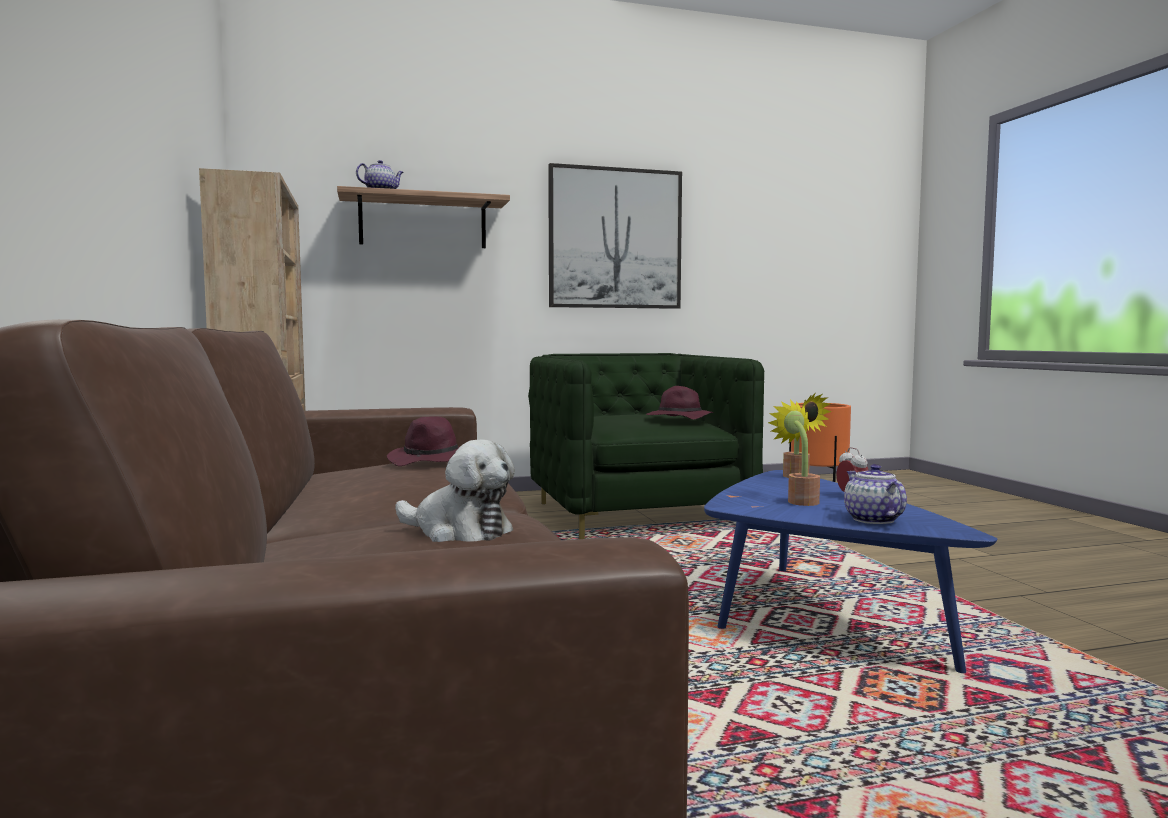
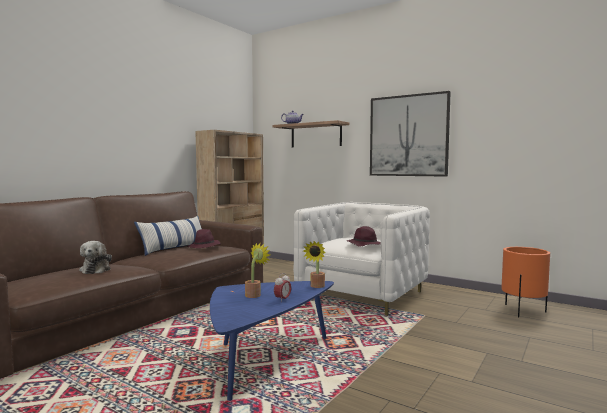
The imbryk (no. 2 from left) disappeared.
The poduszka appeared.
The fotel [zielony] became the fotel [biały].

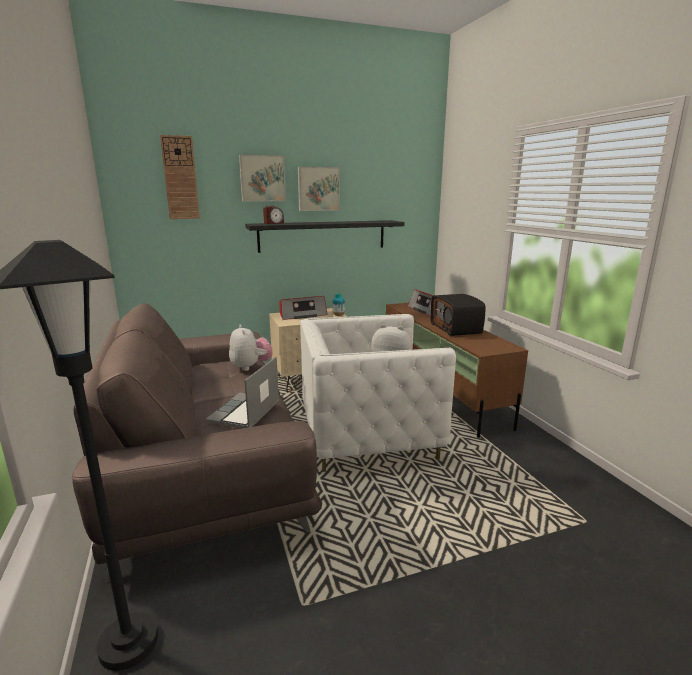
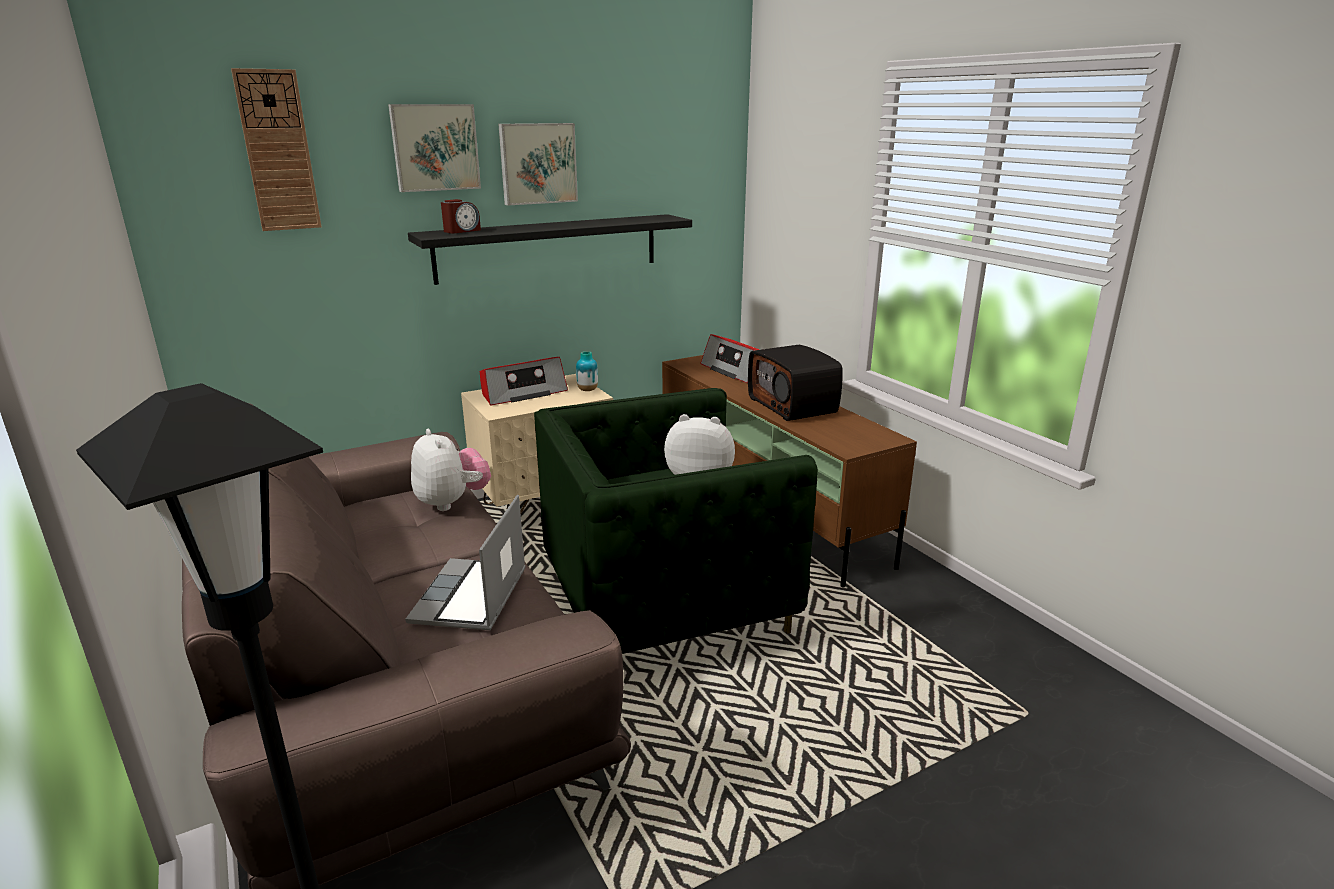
The fotel [biały] became the fotel [zielony].

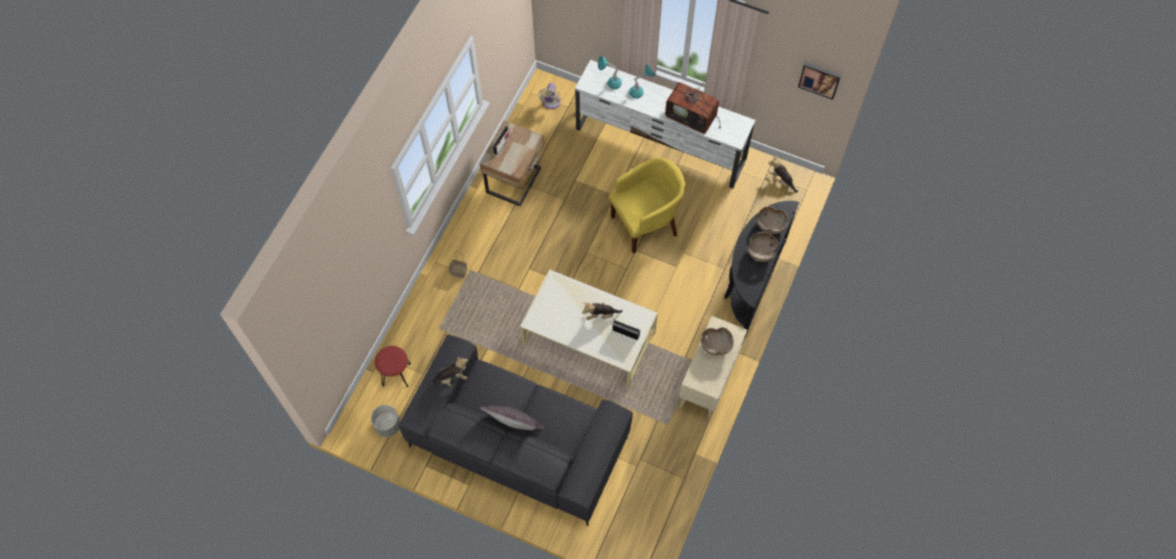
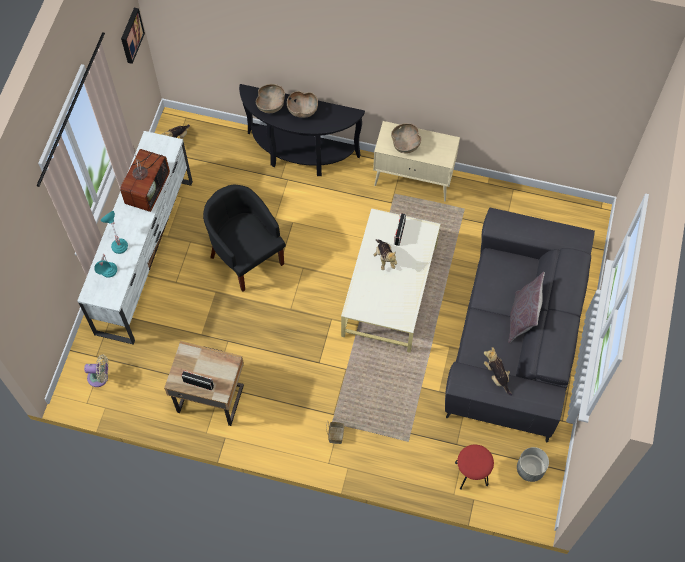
The fotel [żółty] became the fotel [czarny].

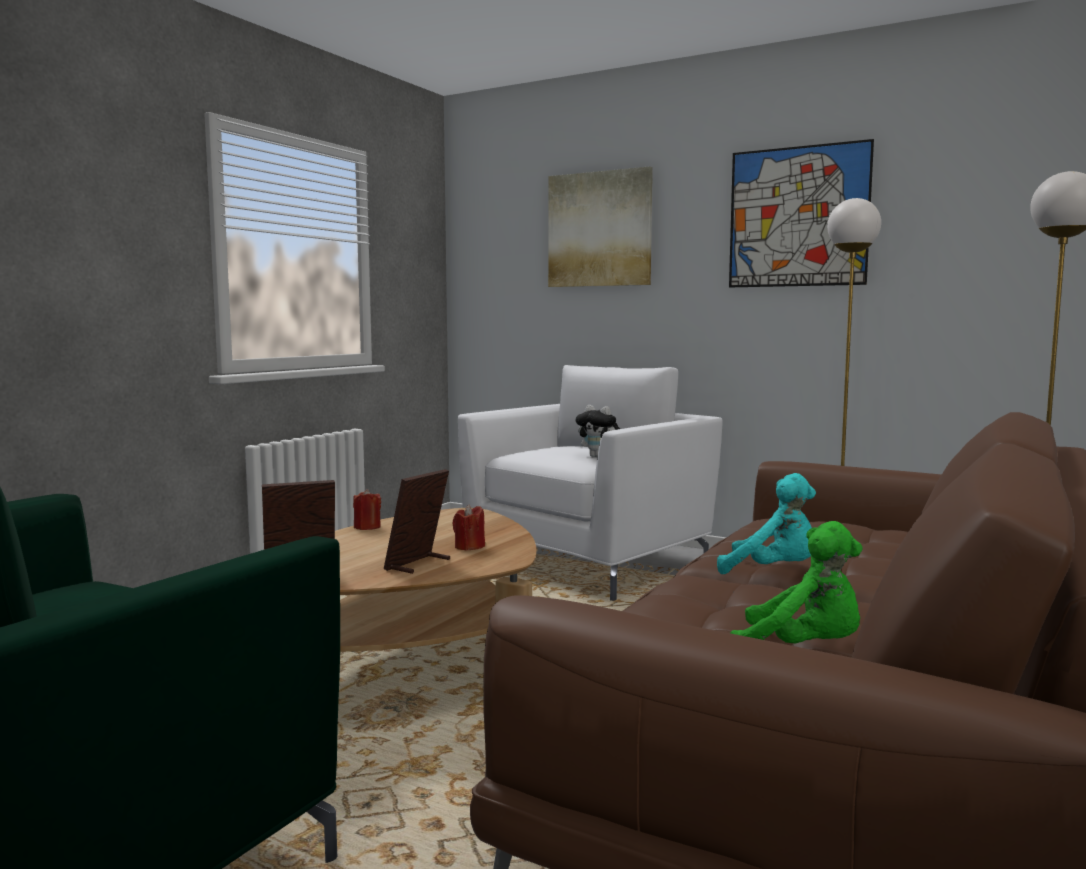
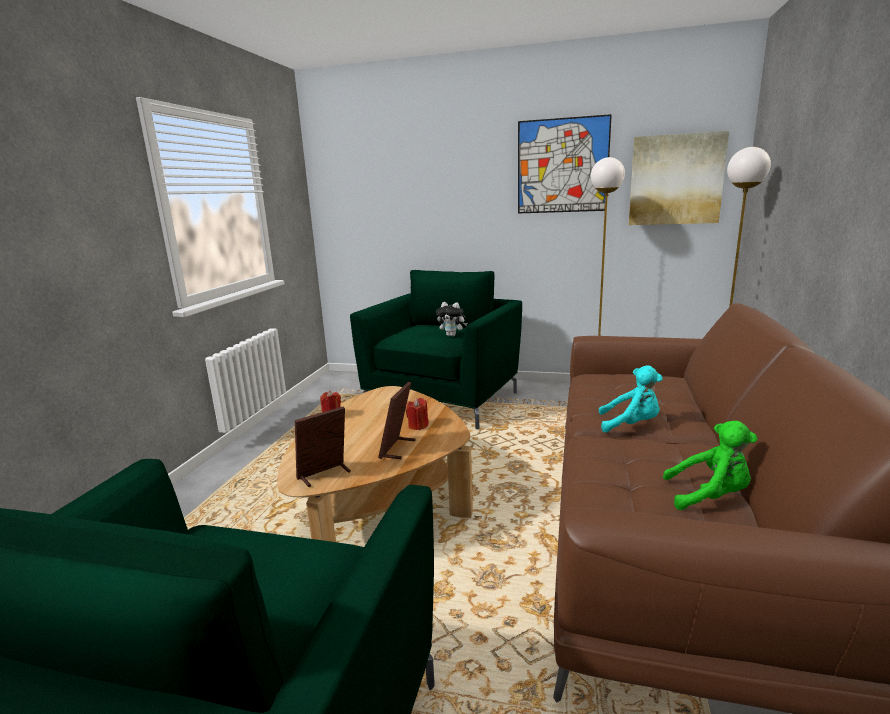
The obraz (no. 1 from left in the first image) moved.
The fotel [biały] became the fotel [zielony] (no. 2 from left).

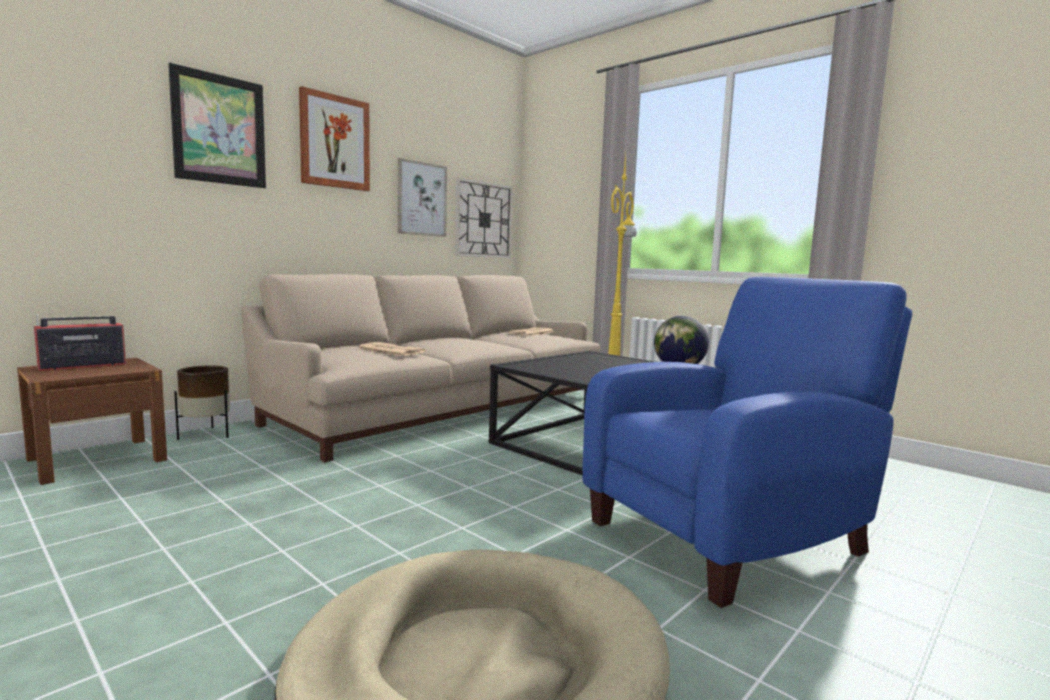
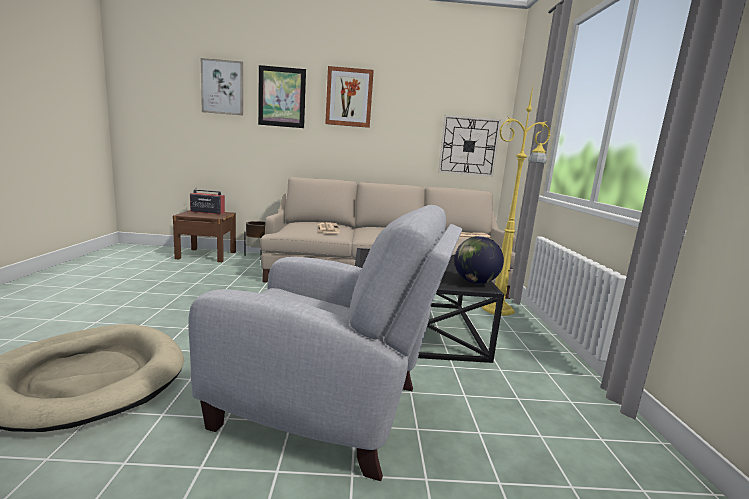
The obraz (no. 3 from left in the first image) moved.
The fotel [niebieski] became the fotel [szary].

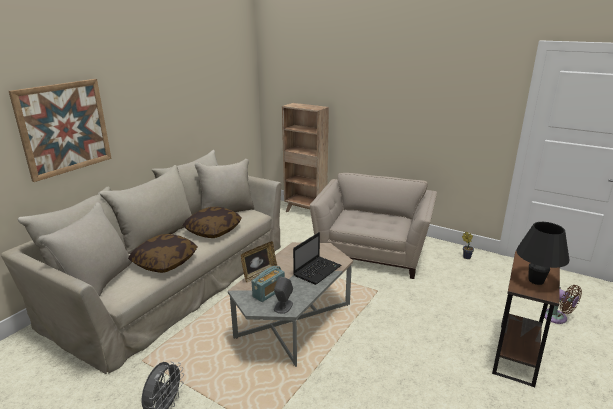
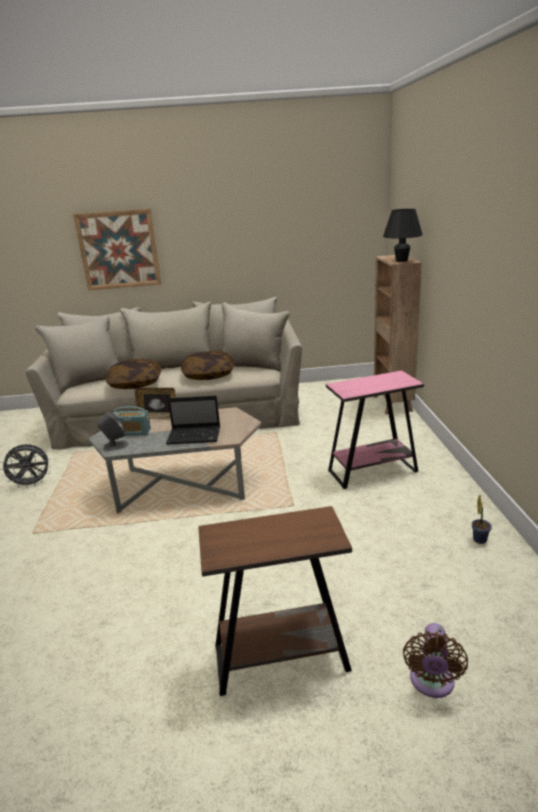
The lampa stołowa [czarny] moved.
The fotel [beżowy] was replaced by the stolik [różowy].

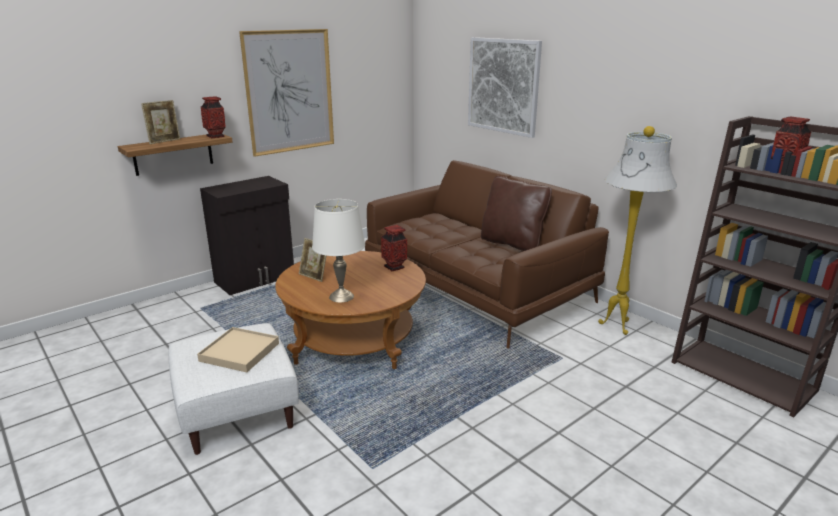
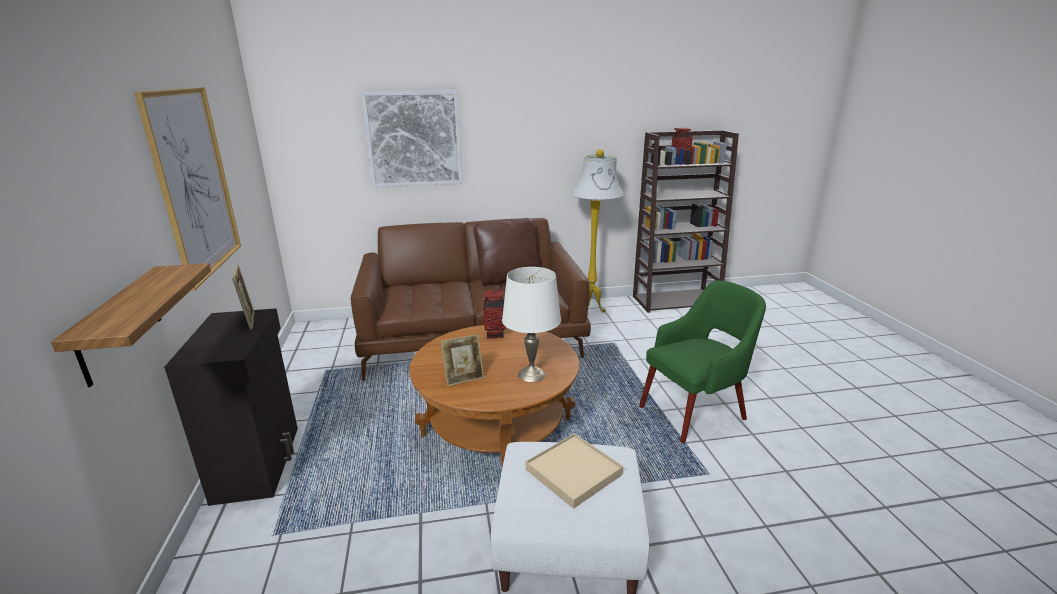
The wazon (no. 1 from left) disappeared.
The fotel [zielony] appeared.
The ramka na zdjęcie (no. 1 from left) moved.

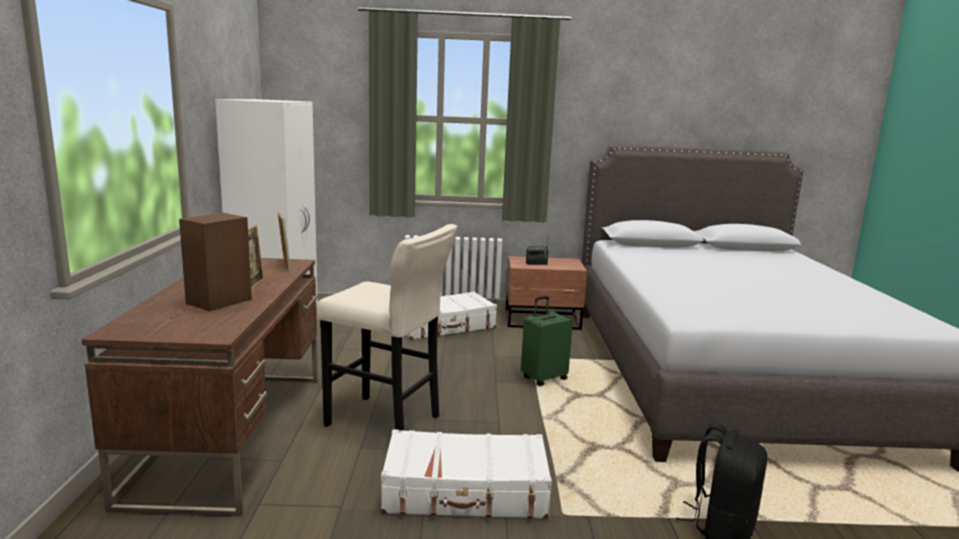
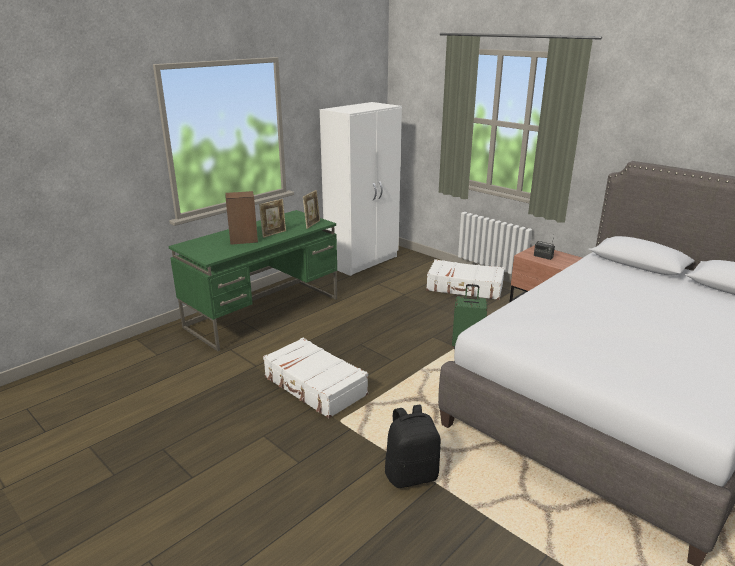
The stołek [beżowy] disappeared.
The biurko [brązowy] became the biurko [zielony].

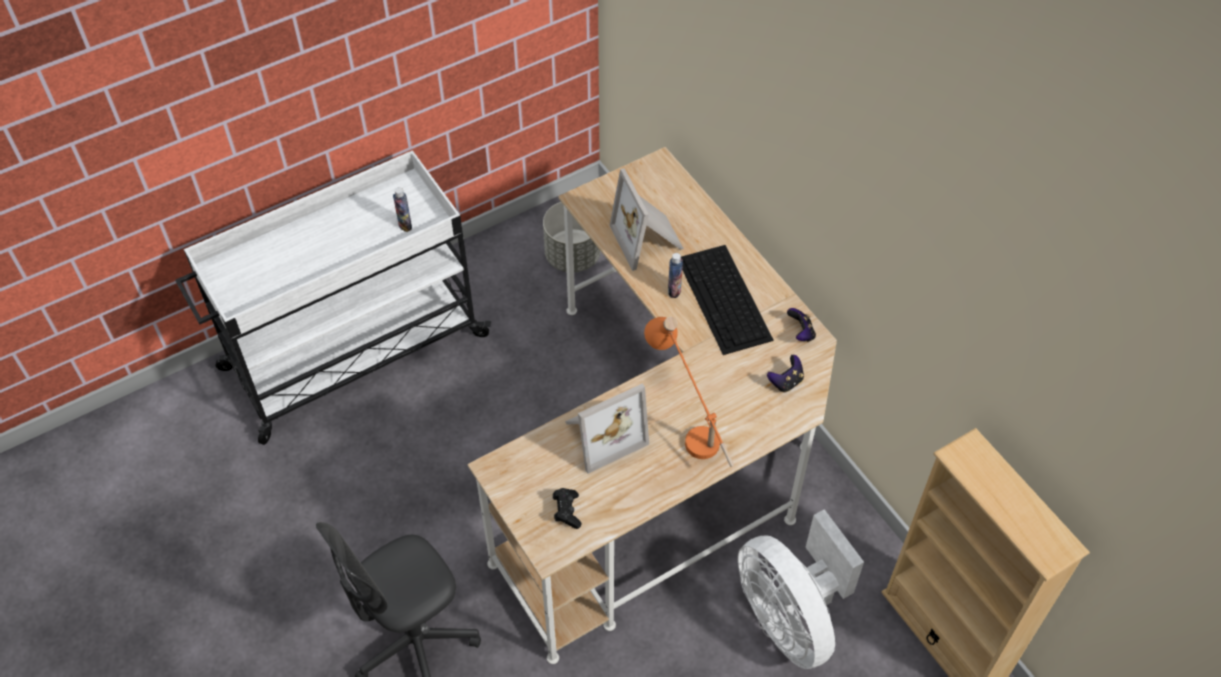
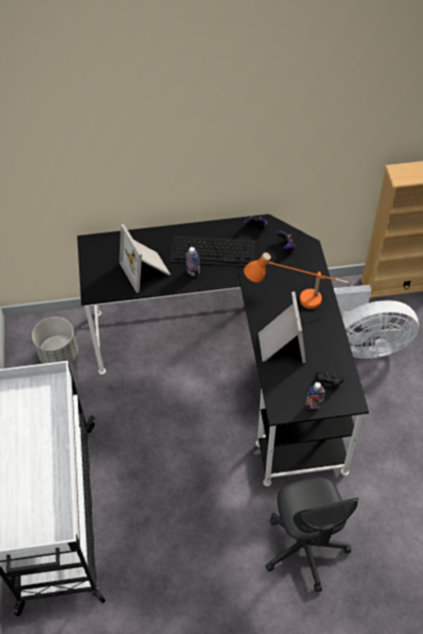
The butelka (no. 1 from left in the first image) moved.
The biurko [beżowy] became the biurko [czarny].
The ramka na zdjęcie (no. 2 from left in the first image) turned 60 degrees clockwise.

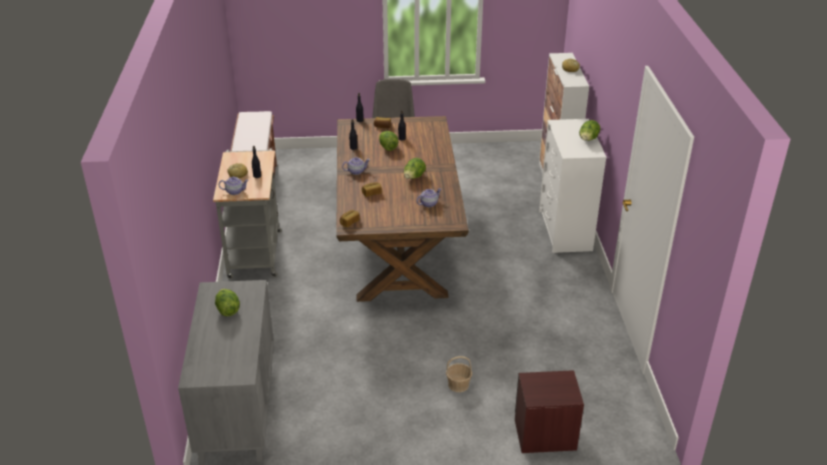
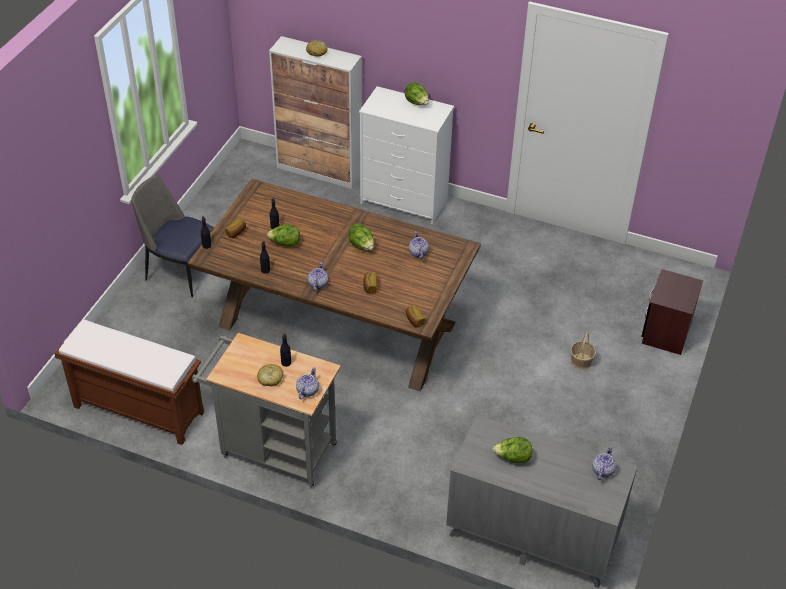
The imbryk (no. 4 from left) appeared.

